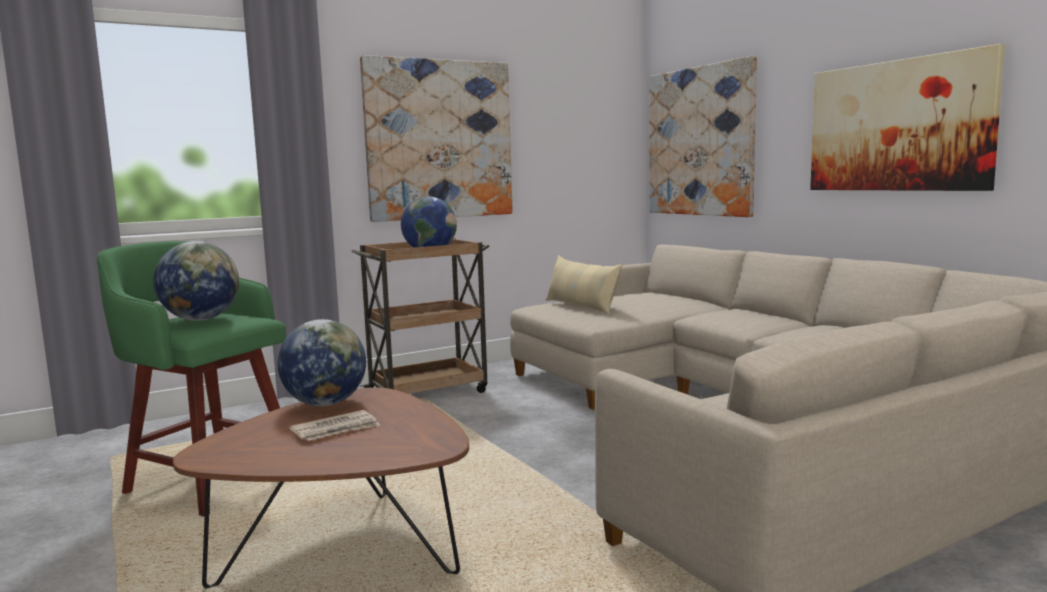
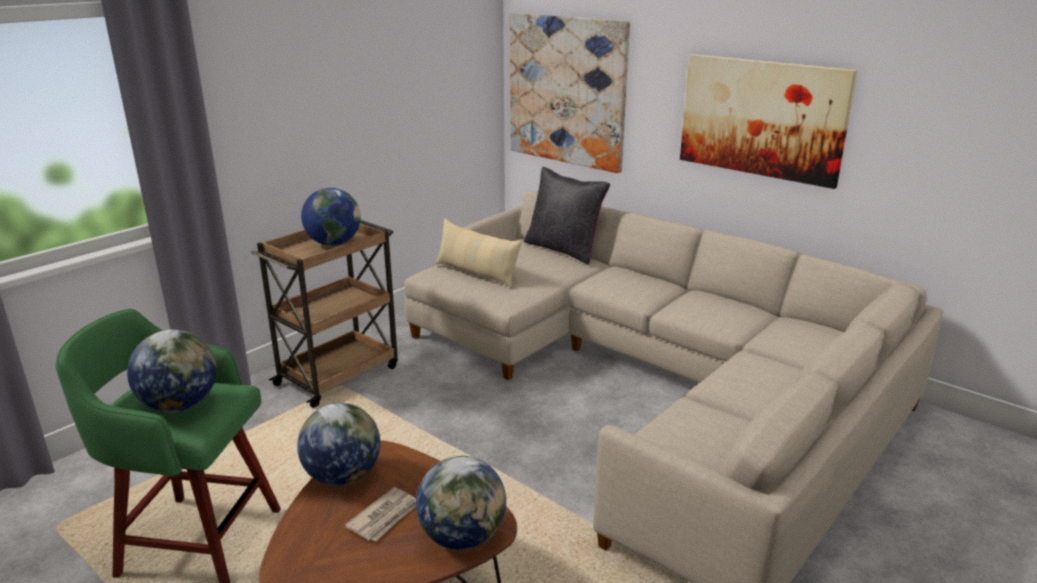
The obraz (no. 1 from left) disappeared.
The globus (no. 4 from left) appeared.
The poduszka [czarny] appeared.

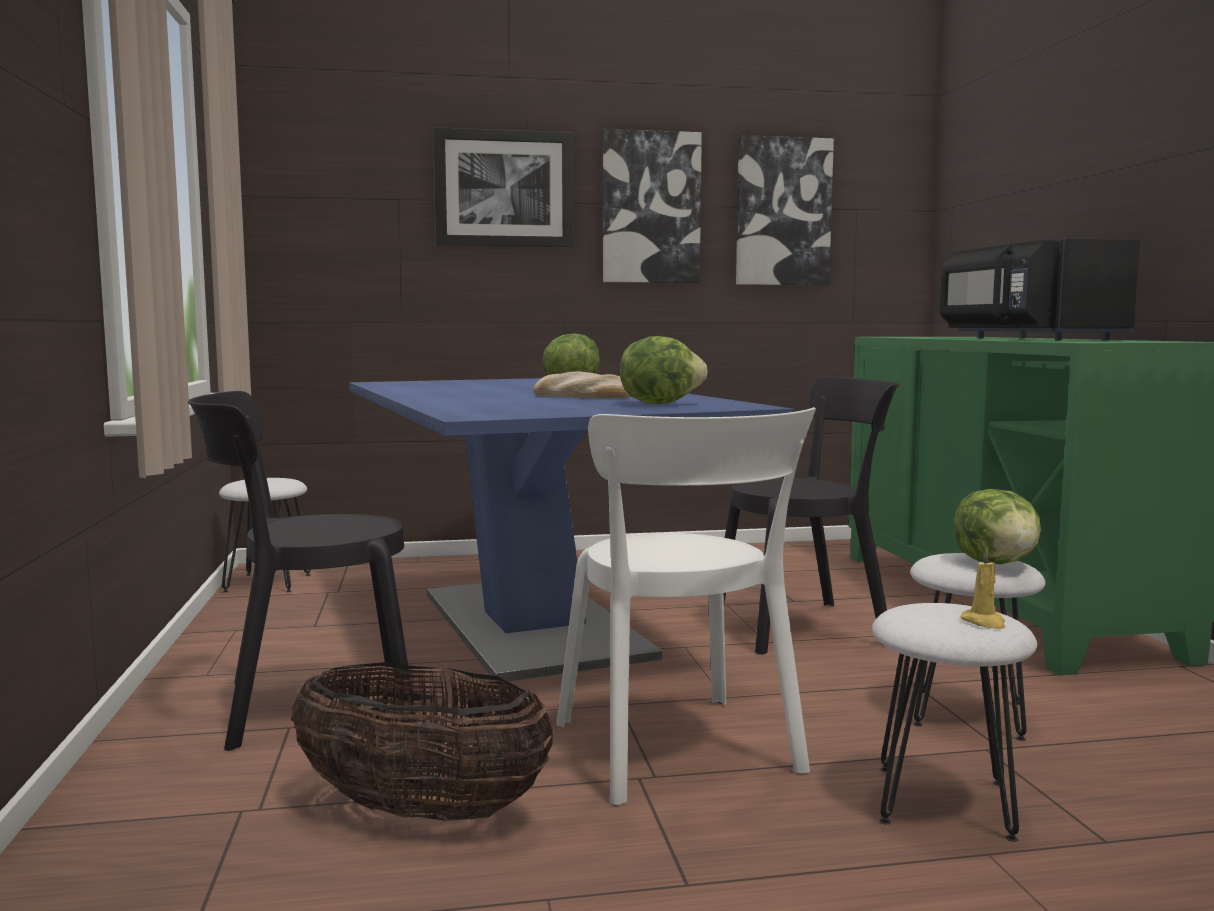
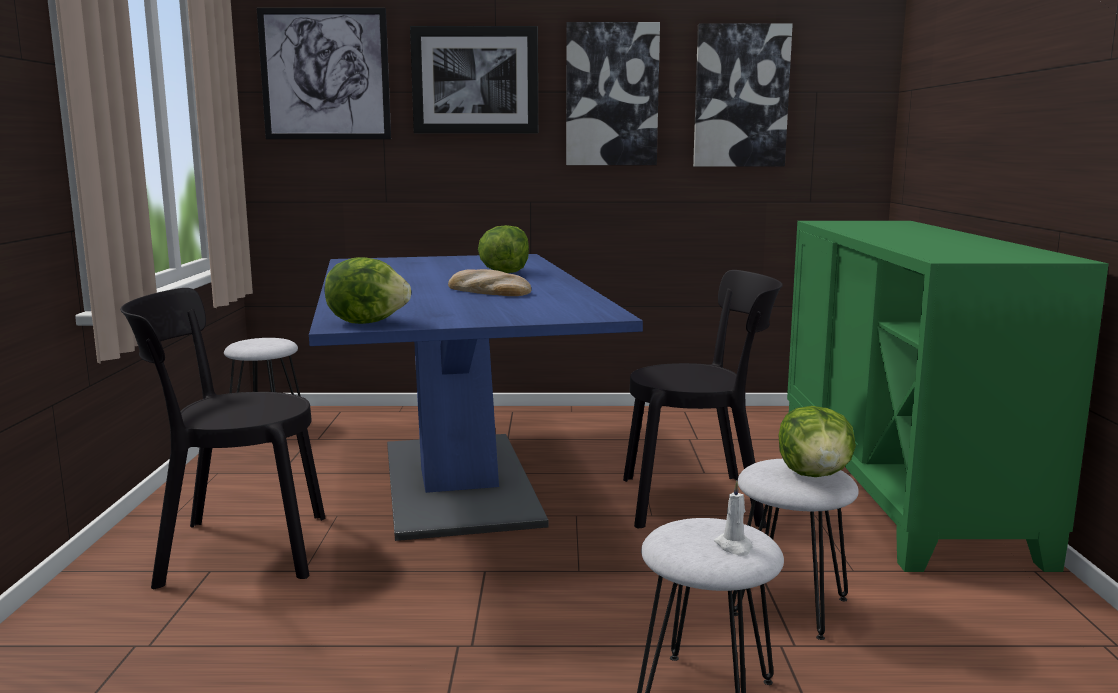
The koszyk disappeared.
The krzesło [biały] disappeared.
The mikrofalówka [czarny] disappeared.
The obraz (no. 1 from left) appeared.
The sałata (no. 2 from left in the first image) moved.
The świeca [żółty] became the świeca [biały].

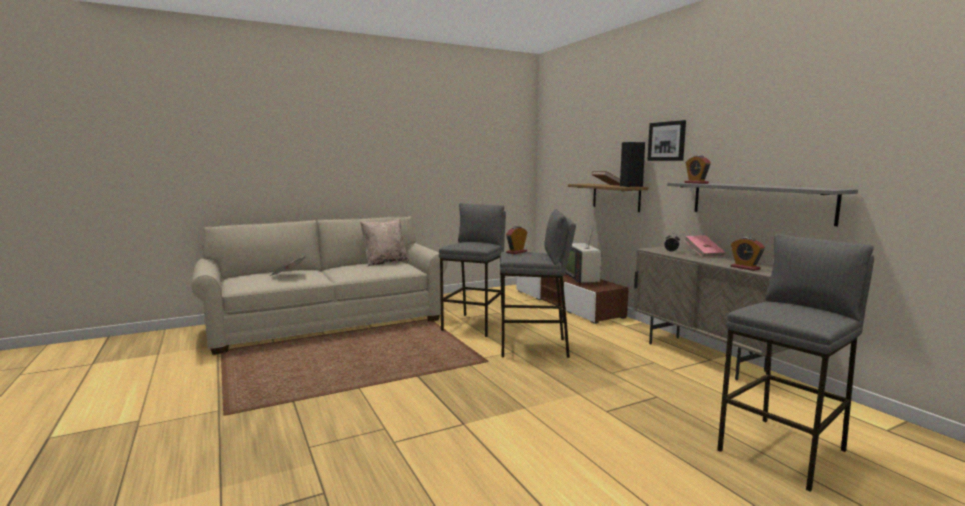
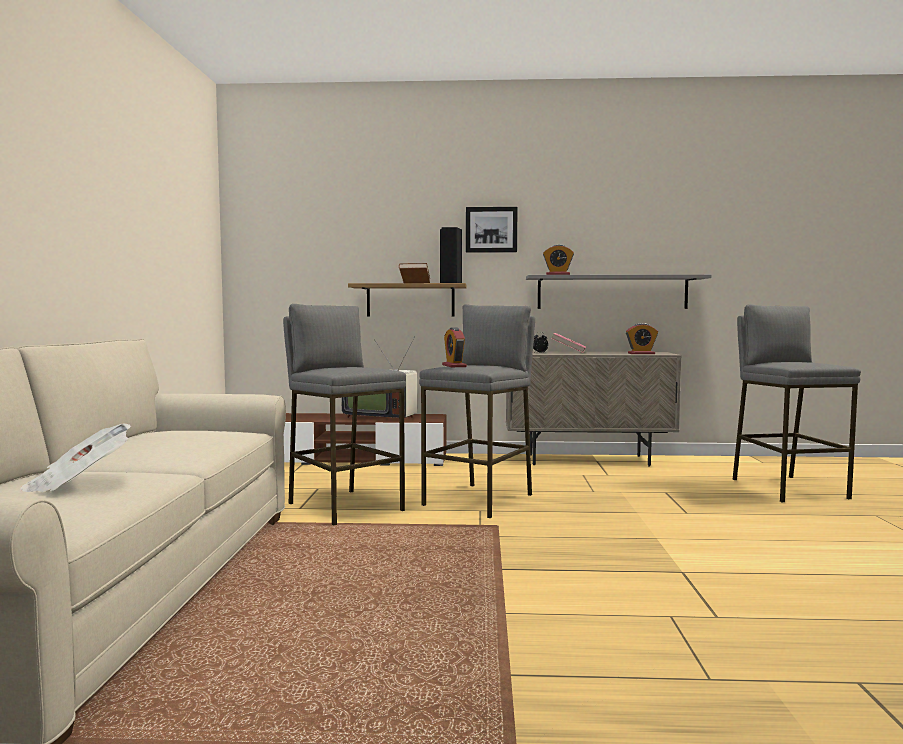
The poduszka [beżowy] disappeared.

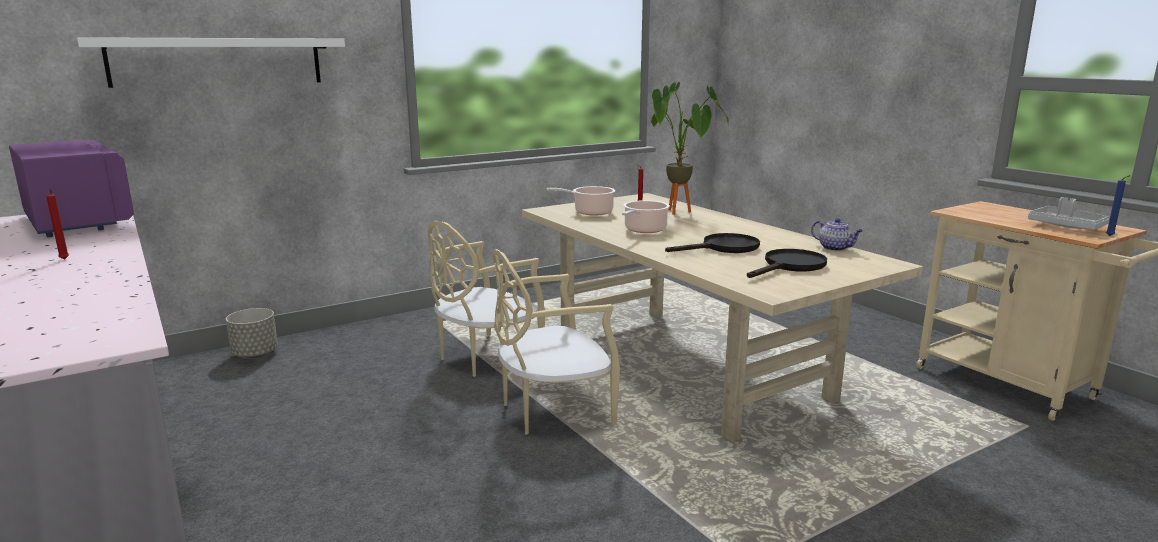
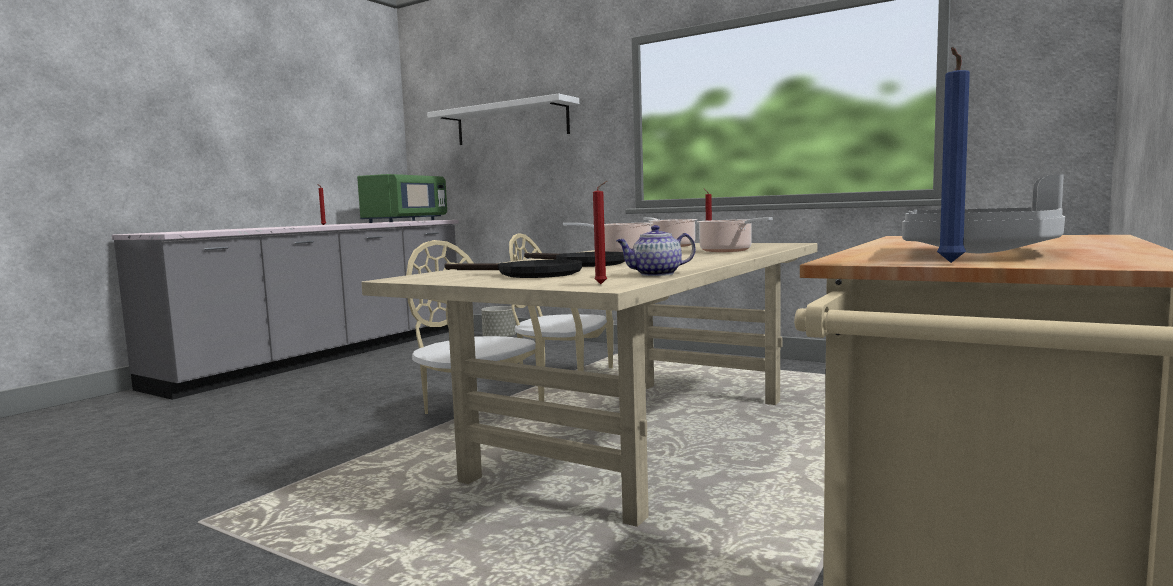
The świeca [czerwony] (no. 2 from left) appeared.
The roślina doniczkowa was replaced by the garnek (no. 3 from left).
The mikrofalówka [fioletowy] became the mikrofalówka [zielony].
The imbryk turned 60 degrees clockwise.

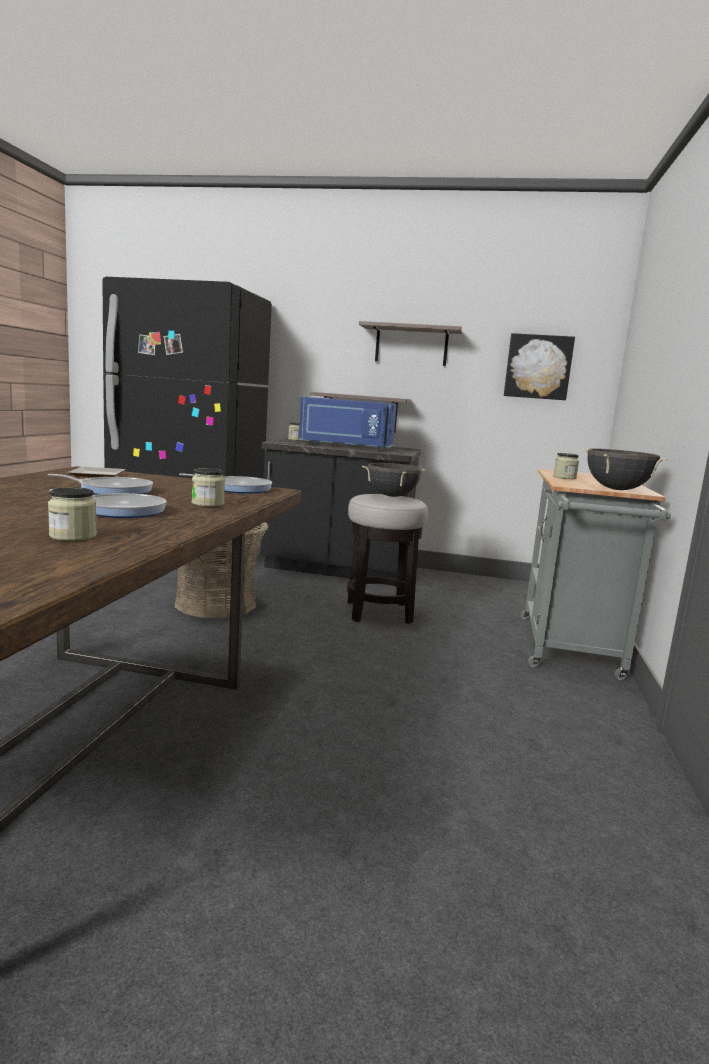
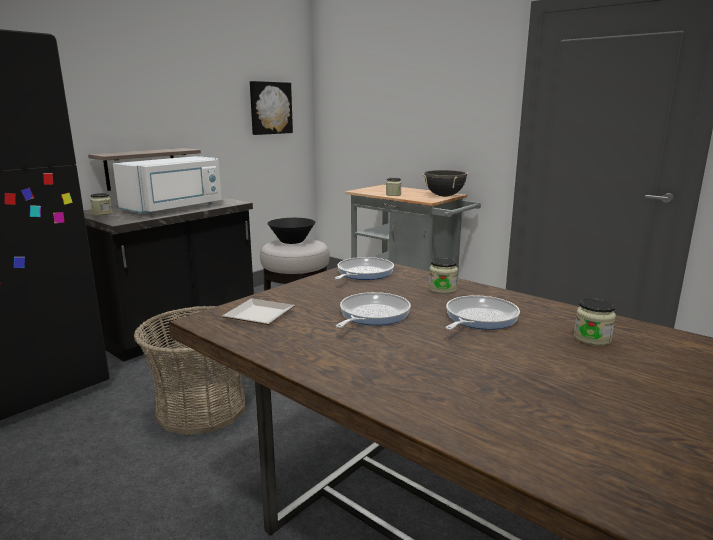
The półka (no. 2 from left) disappeared.
The garnek [czarny] (no. 1 from left) was replaced by the miska [czarny].
The mikrofalówka [niebieski] became the mikrofalówka [biały].

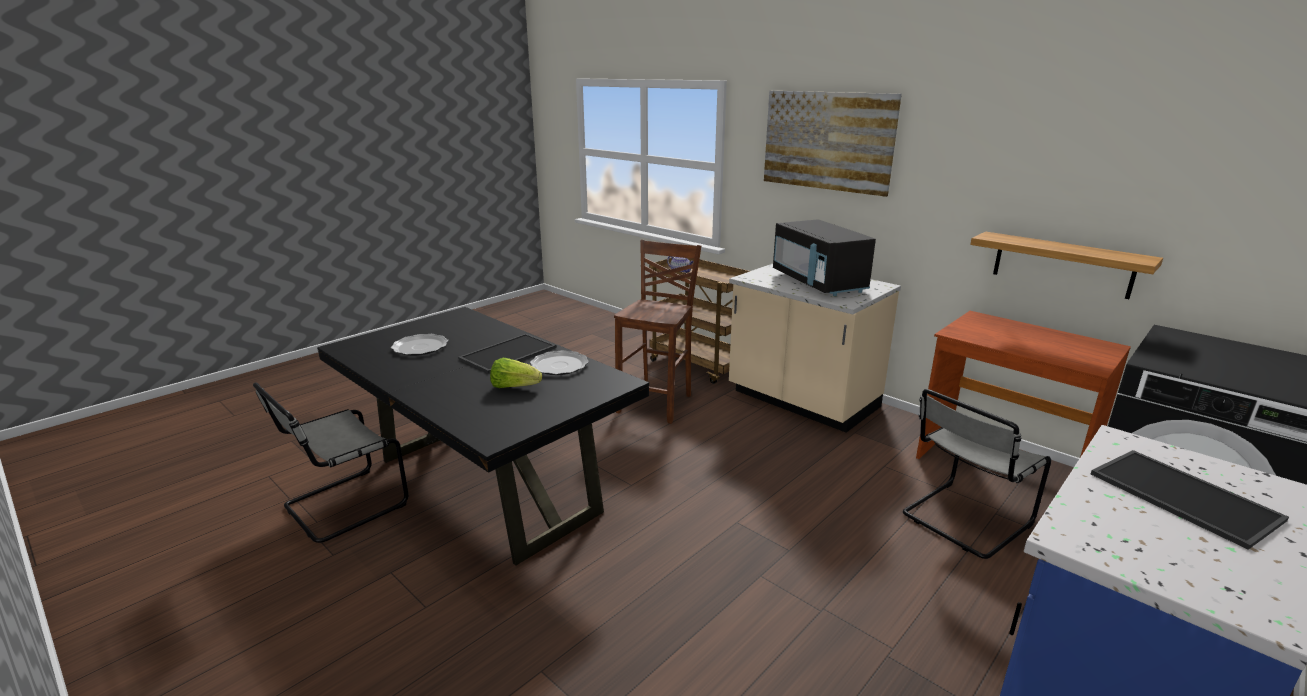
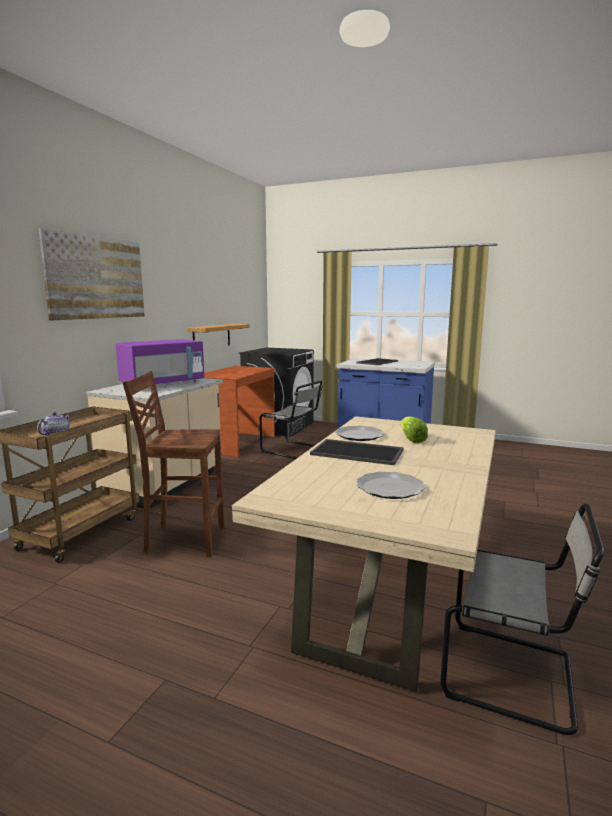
The stół jadalny [czarny] became the stół jadalny [beżowy].
The mikrofalówka [czarny] became the mikrofalówka [fioletowy].

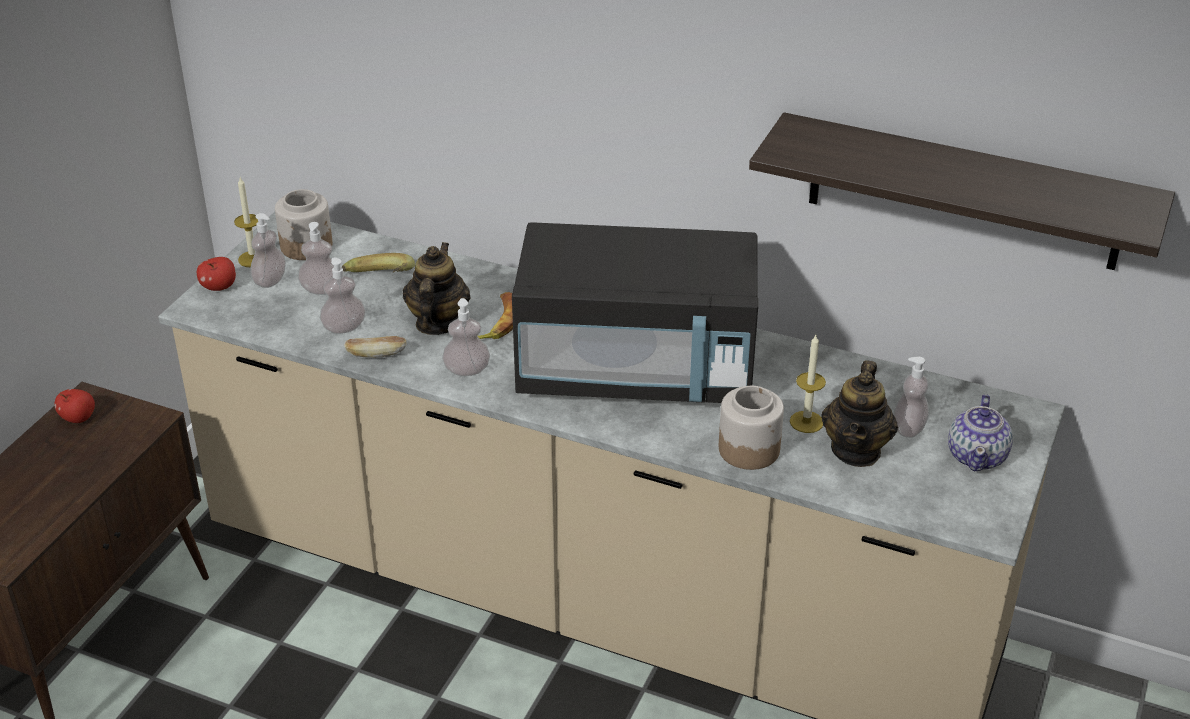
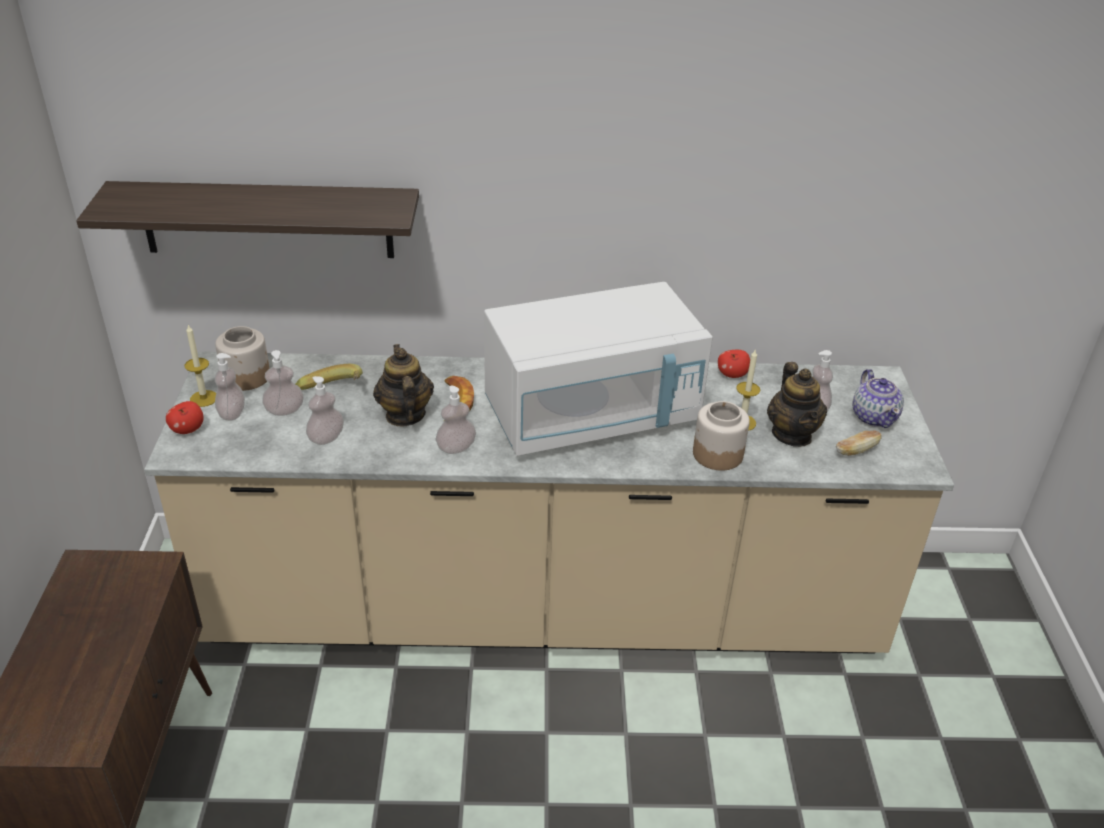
The jabłko (no. 1 from left in the first image) moved.
The chleb moved.
The półka moved.
The mikrofalówka [czarny] became the mikrofalówka [biały].

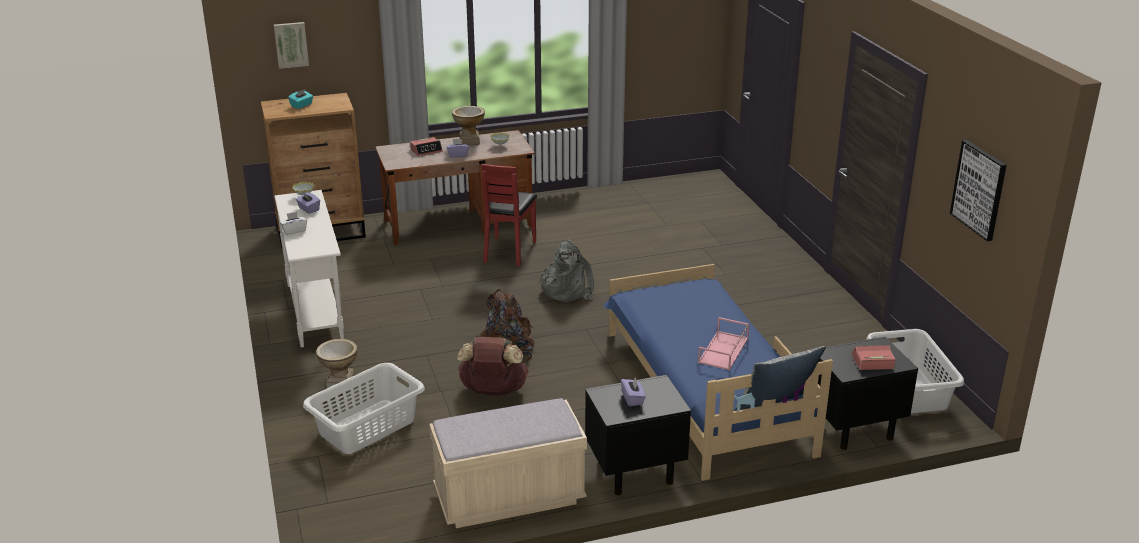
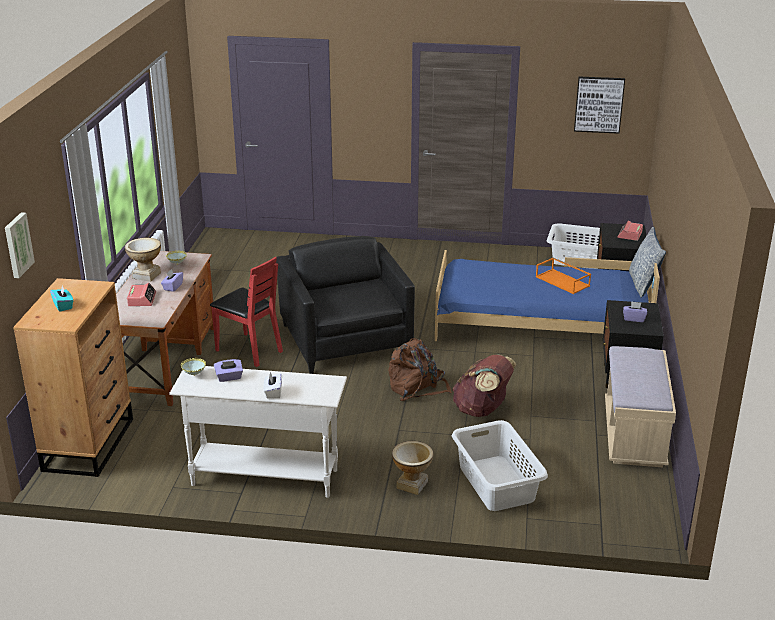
The plecak [szary] was replaced by the fotel [czarny].
The taca [różowy] became the taca [pomarańczowy].

